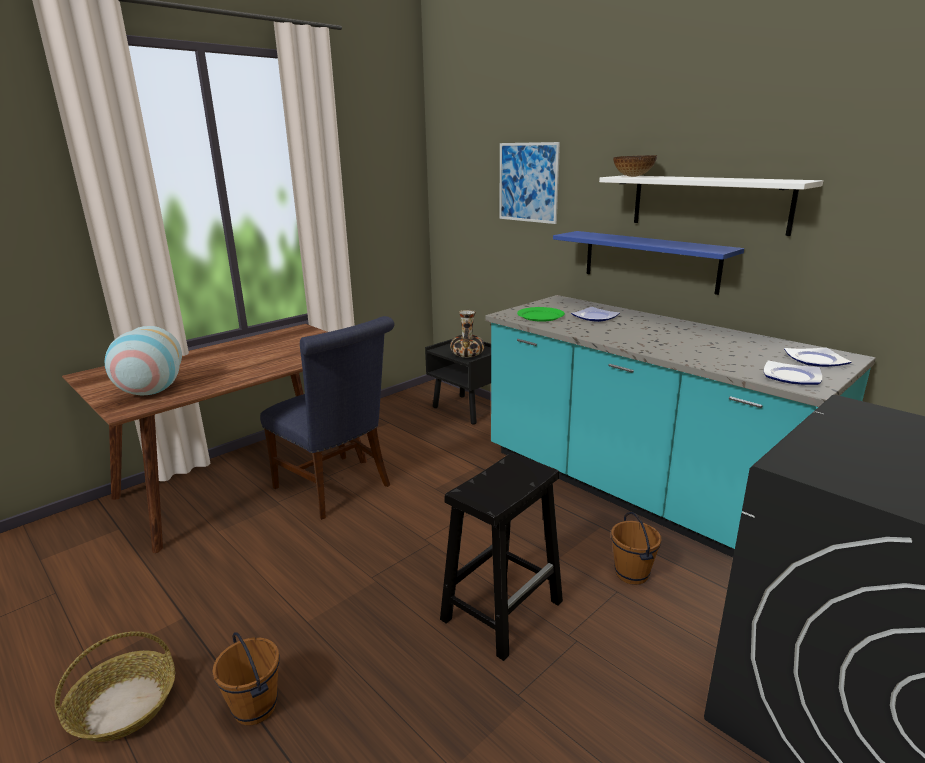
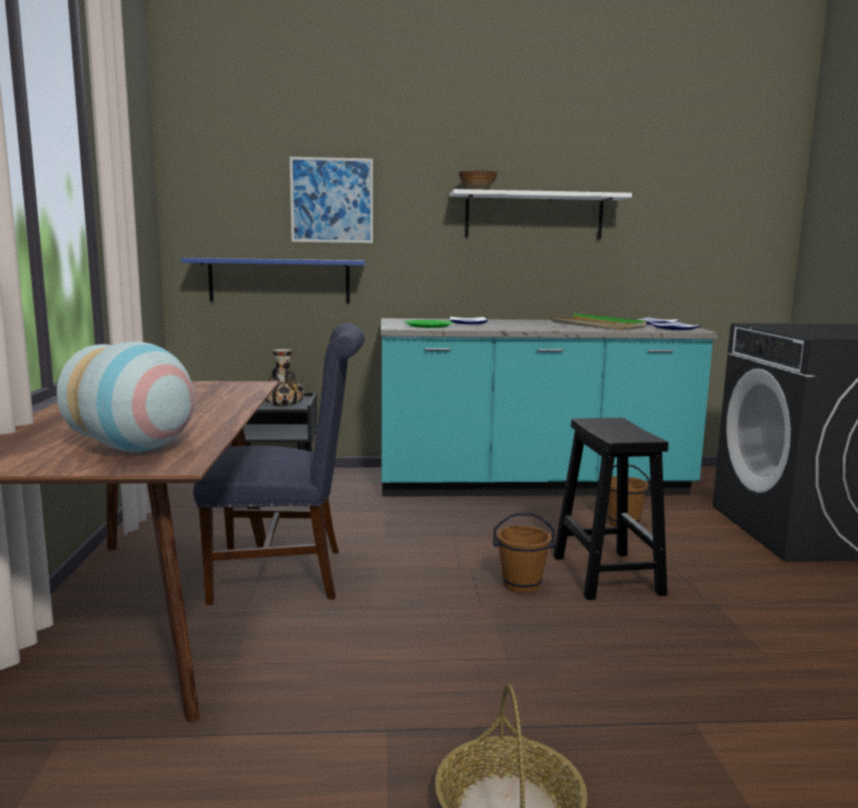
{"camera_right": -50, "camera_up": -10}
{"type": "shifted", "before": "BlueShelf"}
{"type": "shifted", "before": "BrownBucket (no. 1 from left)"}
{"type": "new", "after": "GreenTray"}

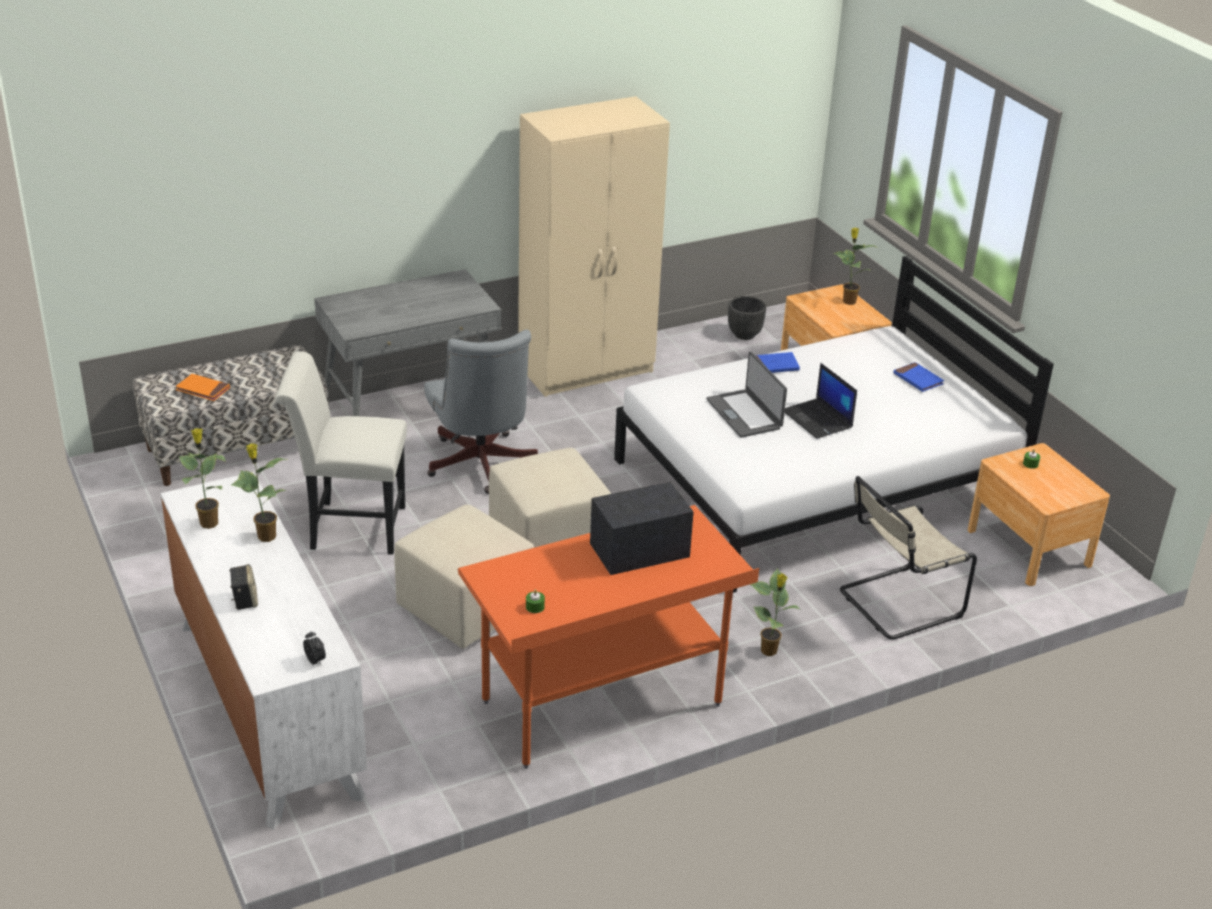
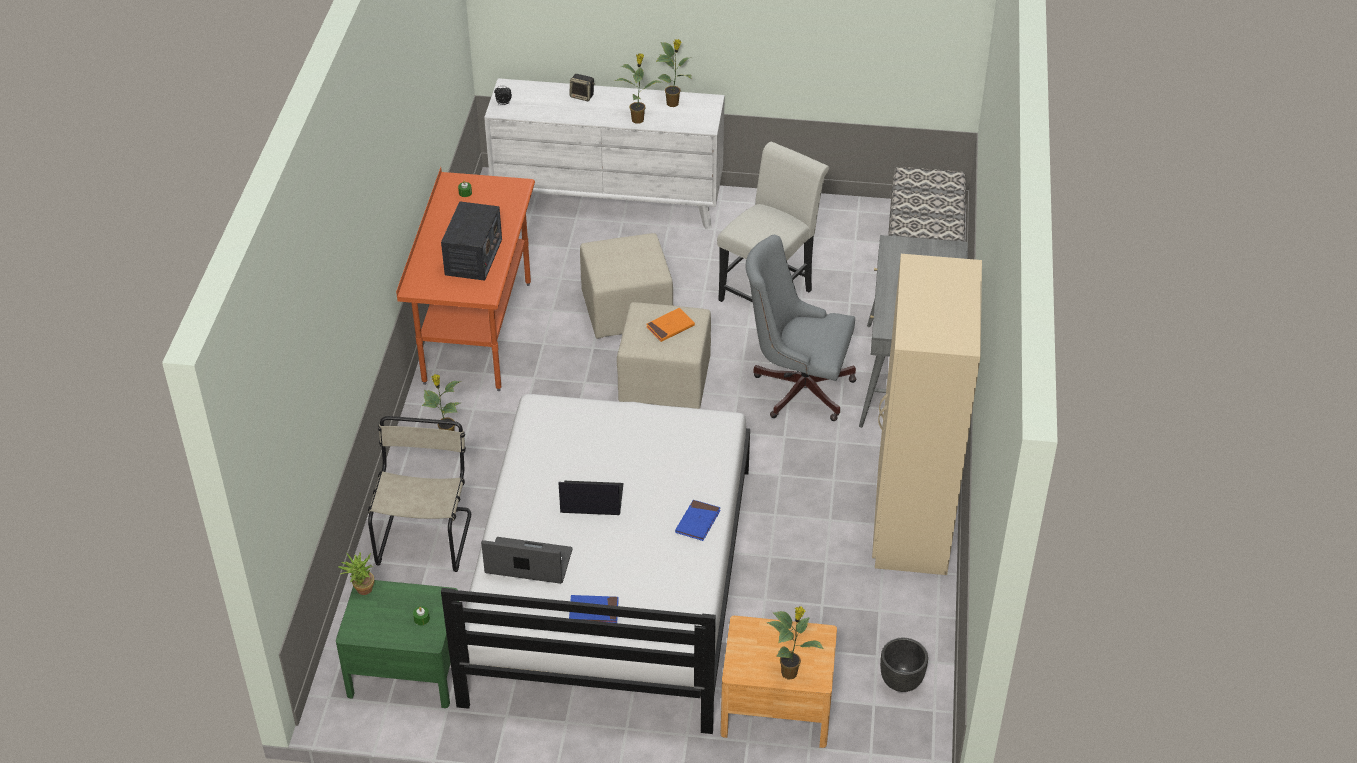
{"camera_right": 125, "camera_up": 10}
{"type": "shifted", "before": "Laptop (no. 1 from left)"}
{"type": "shifted", "before": "OrangeBook"}
{"type": "repainted", "before": "BrownNightstand (no. 2 from left)", "after": "GreenNightstand"}
{"type": "new", "after": "PottedPlant (no. 1 from left)"}

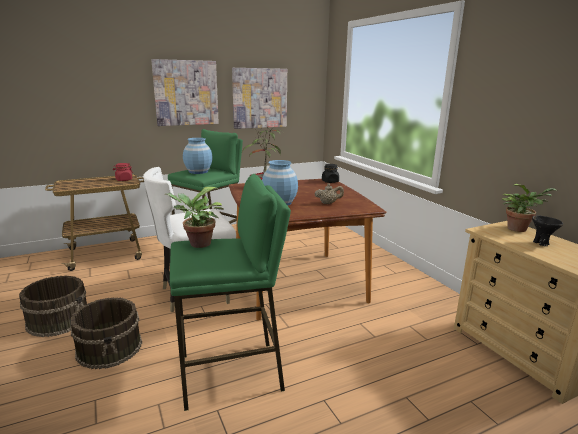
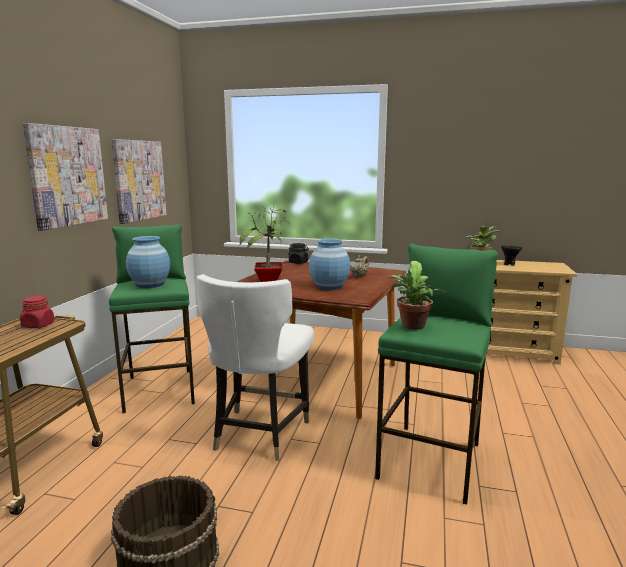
{"camera_right": -50, "camera_up": -5}
{"type": "gone", "before": "BrownBucket (no. 2 from left)"}

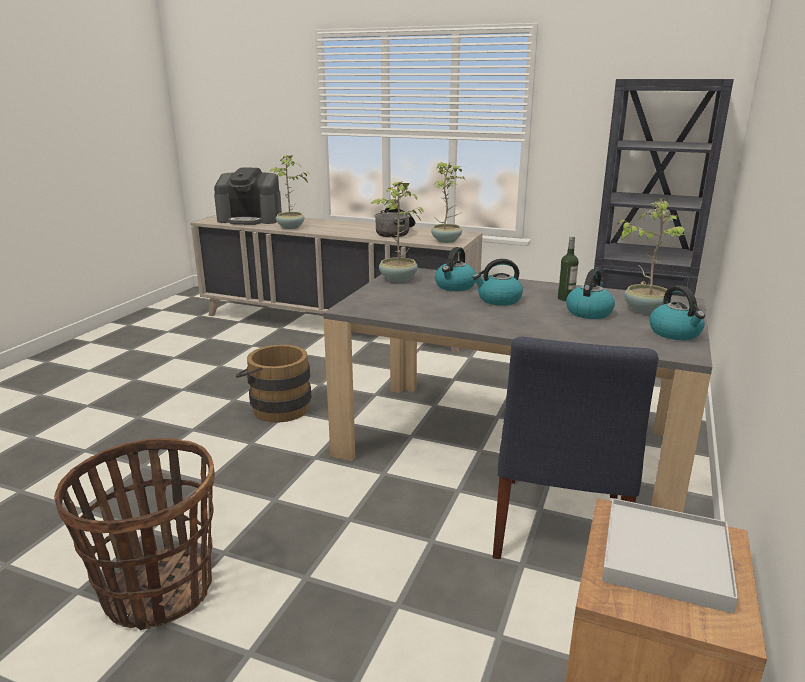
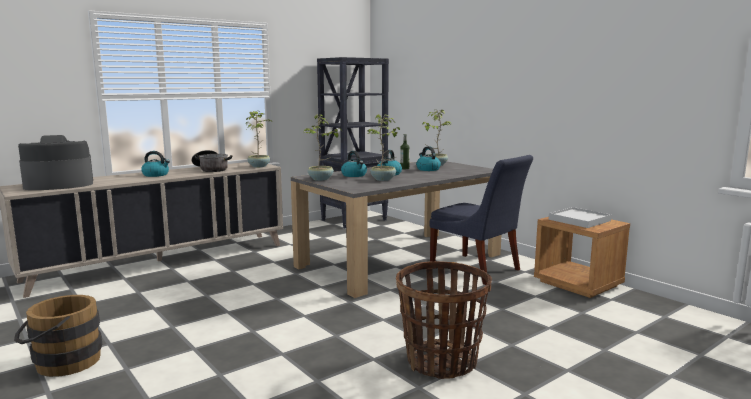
{"camera_right": -60, "camera_up": -10}
{"type": "shifted", "before": "PottedPlant (no. 1 from left in the first image)", "after": "PottedPlant (no. 3 from left)"}
{"type": "rotated", "before": "CoffeeMachine", "turn": -150}
{"type": "shifted", "before": "Kettle (no. 4 from left in the first image)", "after": "Kettle (no. 1 from left)"}
{"type": "shifted", "before": "BrownBucket"}

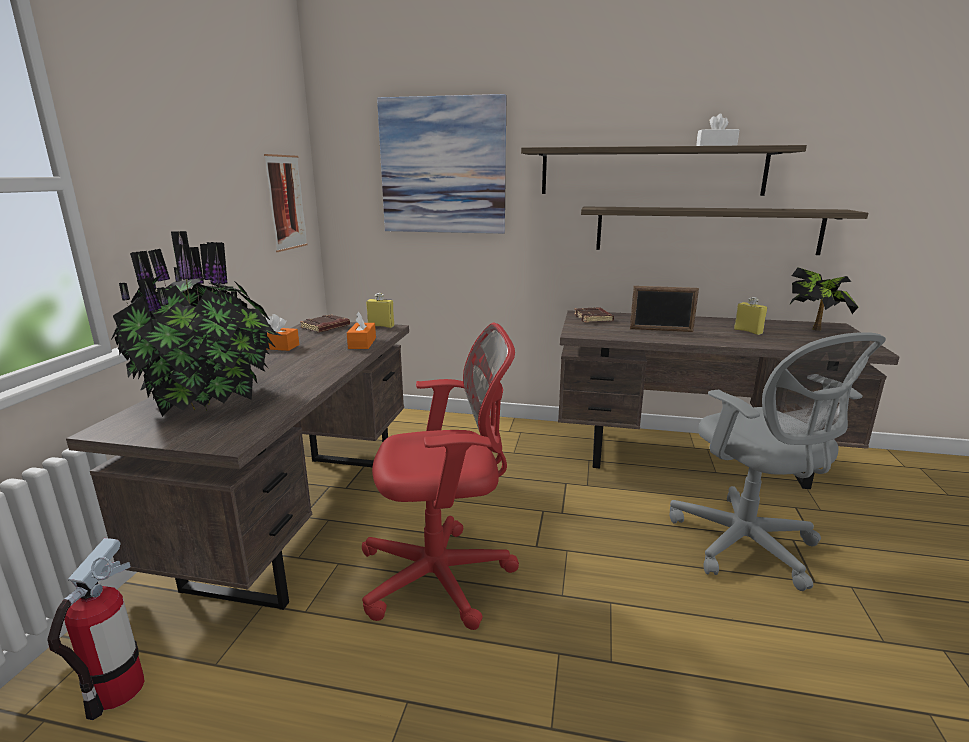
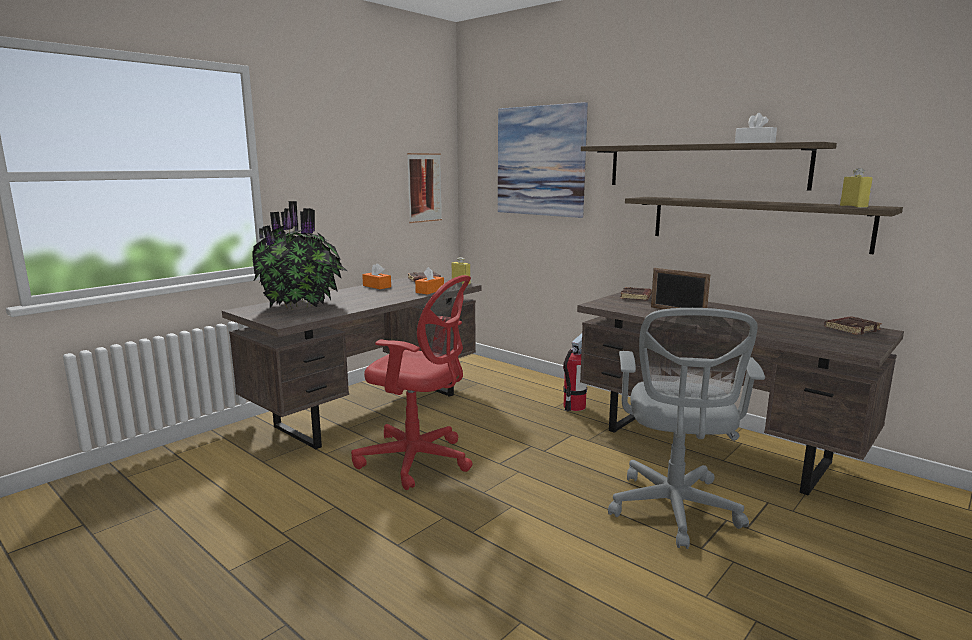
{"camera_right": 30, "camera_up": -5}
{"type": "swapped", "before": "PottedPlant (no. 2 from left)", "after": "BrownBook (no. 3 from left)"}
{"type": "shifted", "before": "YellowBottle (no. 2 from left)"}
{"type": "shifted", "before": "FireExtinguisher"}

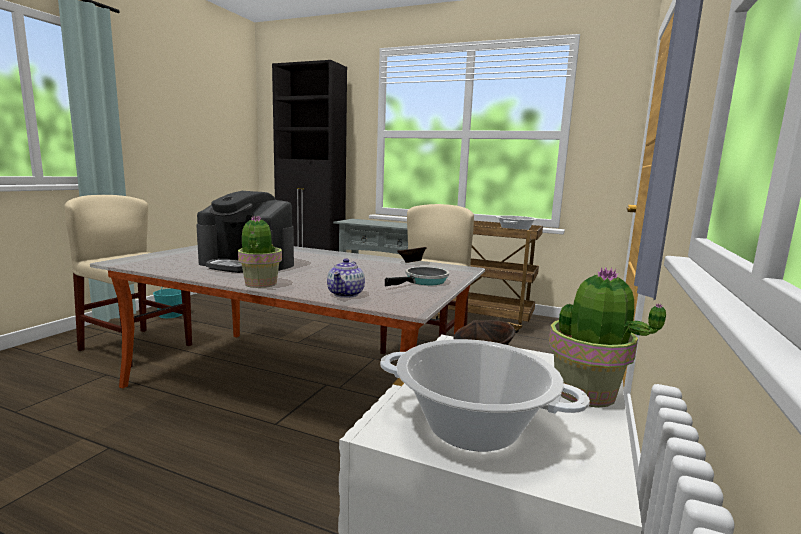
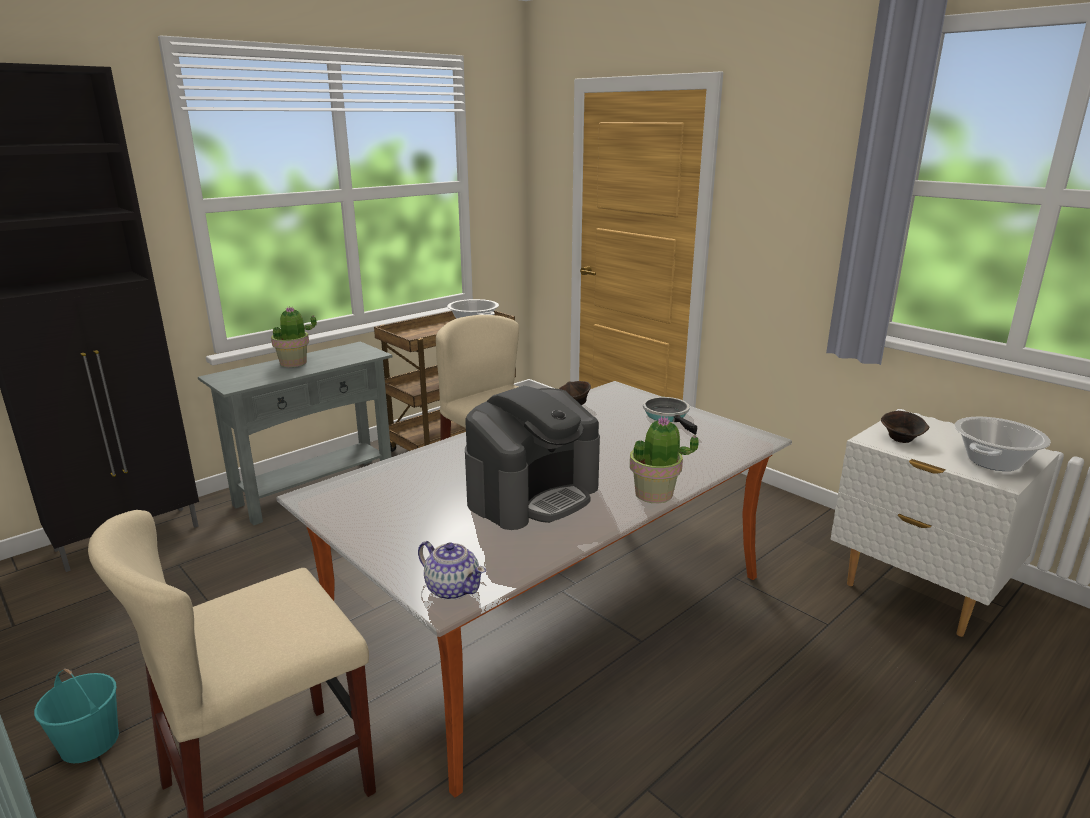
{"camera_right": -65, "camera_up": 10}
{"type": "shifted", "before": "Teapot"}
{"type": "shifted", "before": "PottedPlant (no. 2 from left in the first image)", "after": "PottedPlant (no. 1 from left)"}

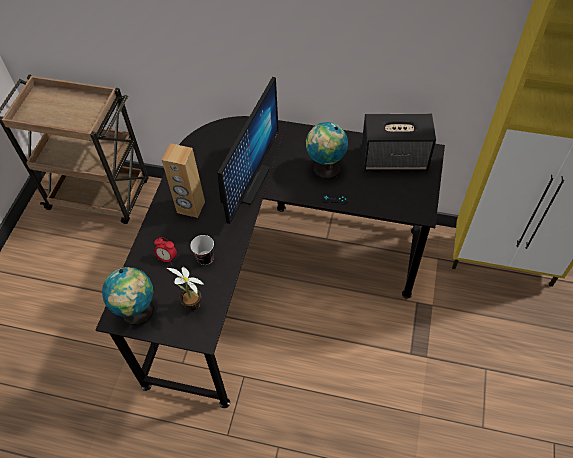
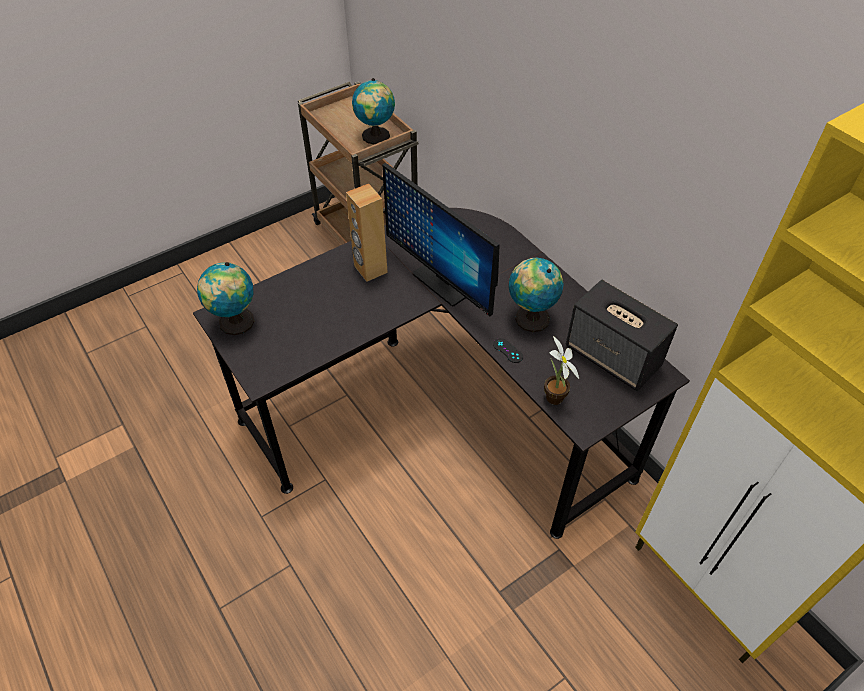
{"camera_right": 40, "camera_up": -5}
{"type": "rotated", "before": "Monitor", "turn": 75}
{"type": "gone", "before": "Cup"}
{"type": "gone", "before": "AlarmClock"}
{"type": "shifted", "before": "PottedPlant"}
{"type": "new", "after": "Globe (no. 2 from left)"}

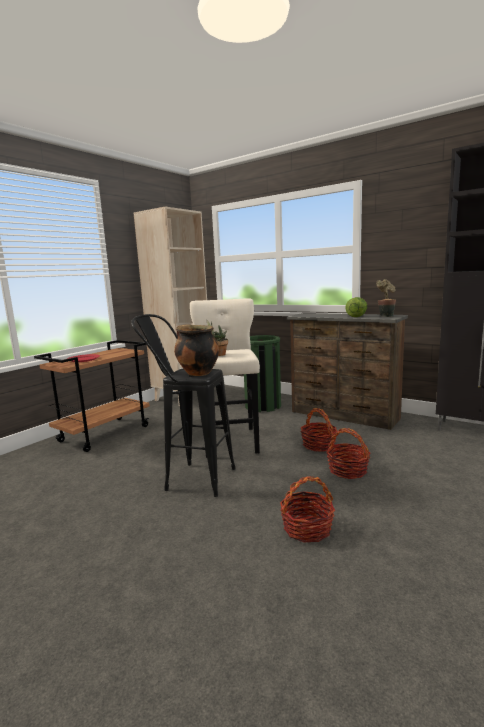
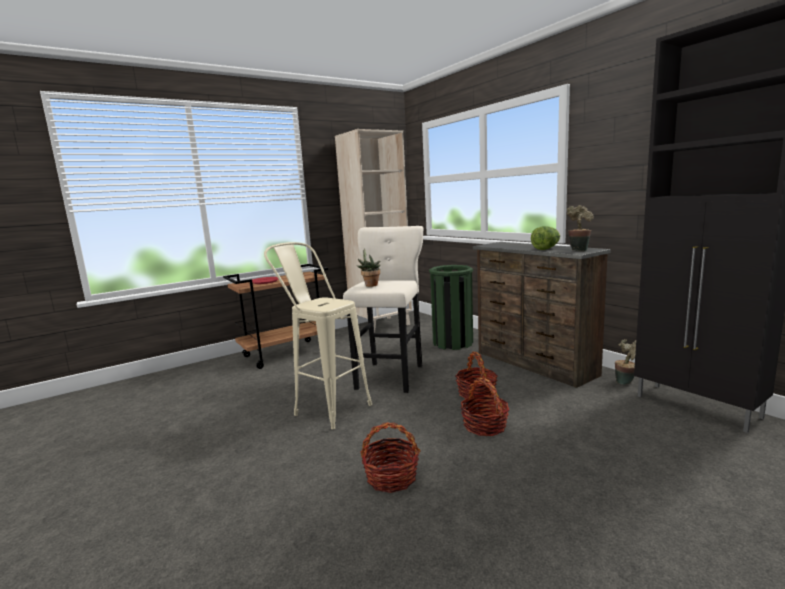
{"camera_right": 20, "camera_up": 0}
{"type": "repainted", "before": "BlackStool", "after": "BeigeStool (no. 1 from left)"}
{"type": "gone", "before": "CookingPot"}
{"type": "new", "after": "PottedPlant (no. 3 from left)"}

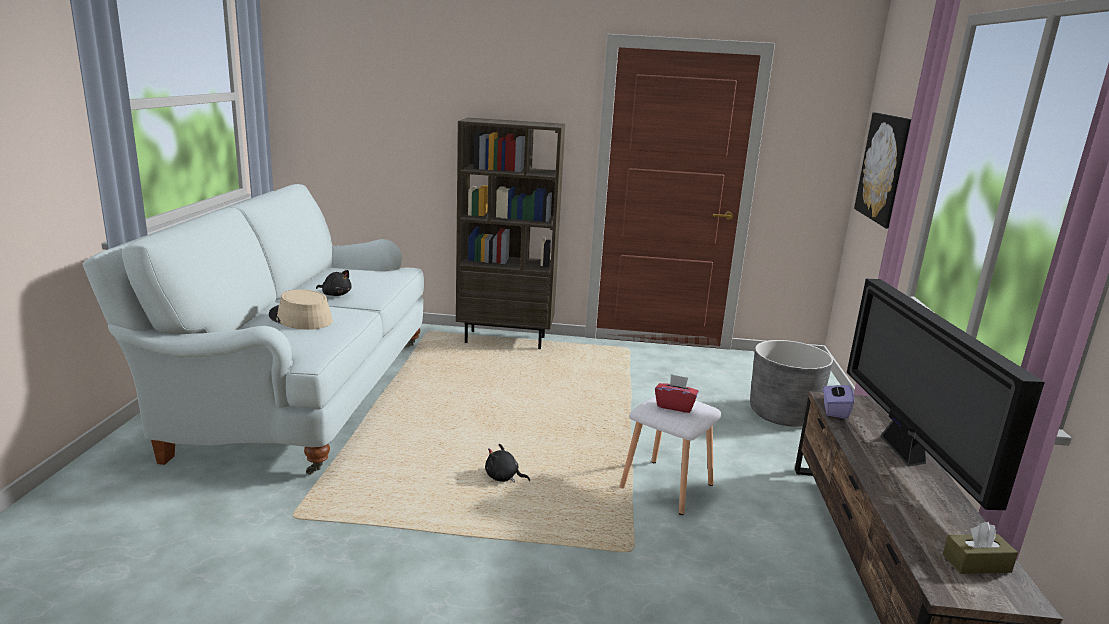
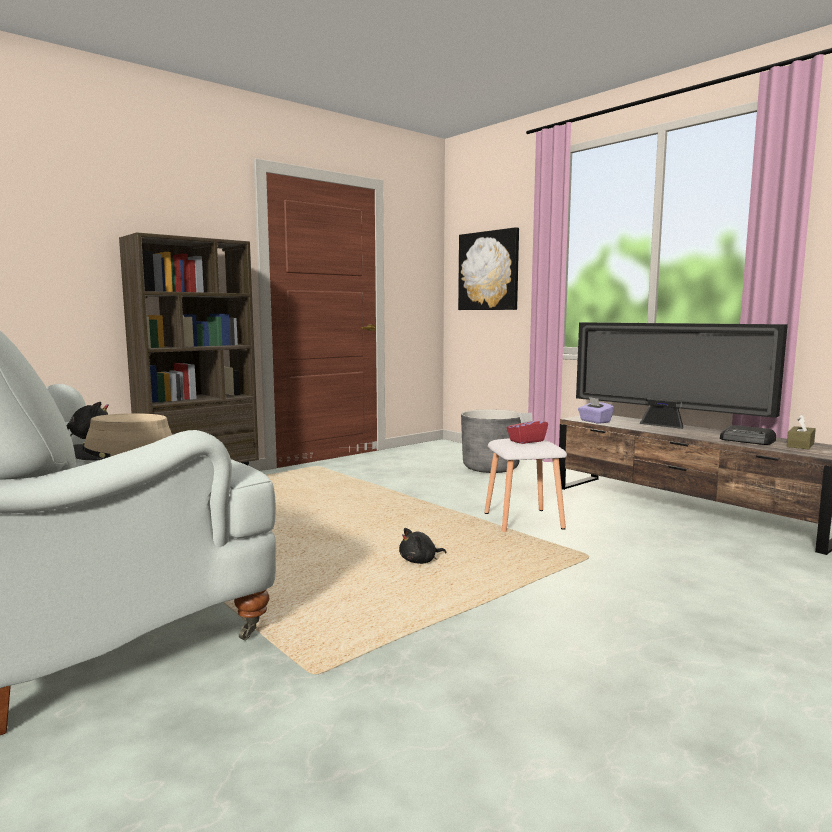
{"camera_right": -45, "camera_up": -10}
{"type": "new", "after": "Radio"}

